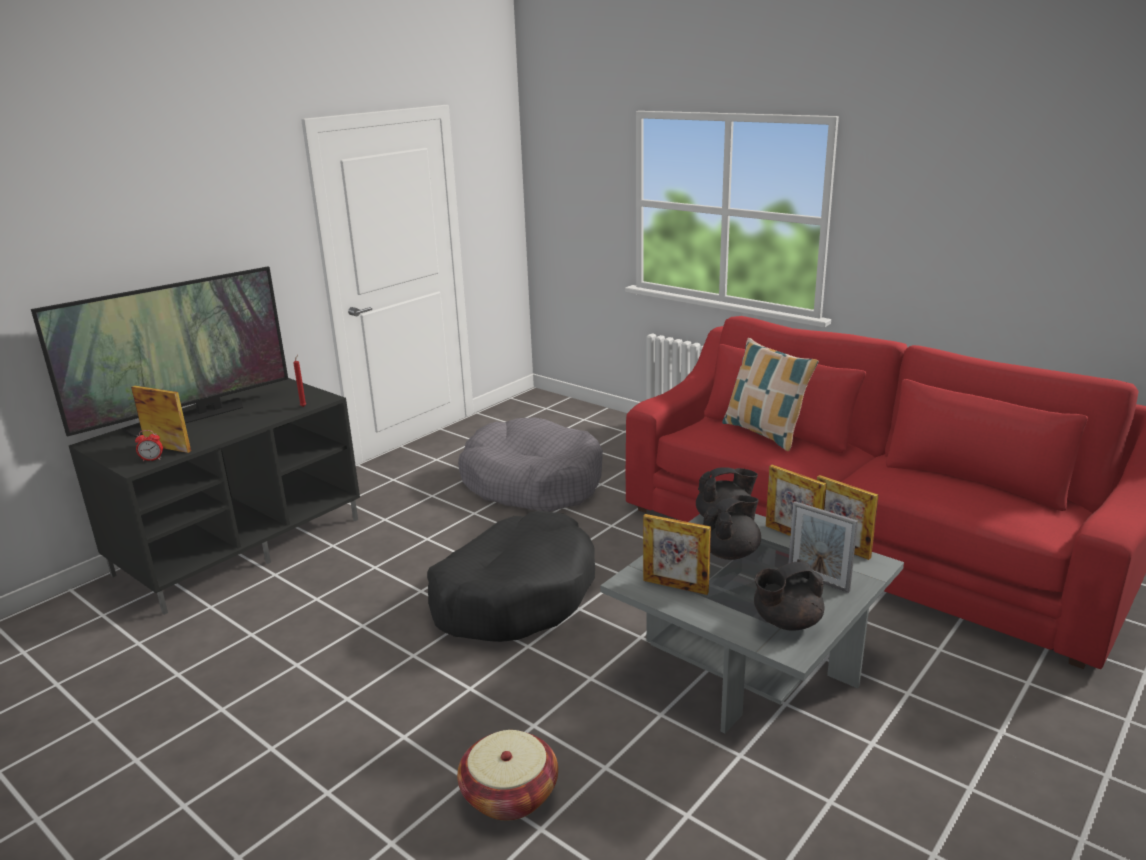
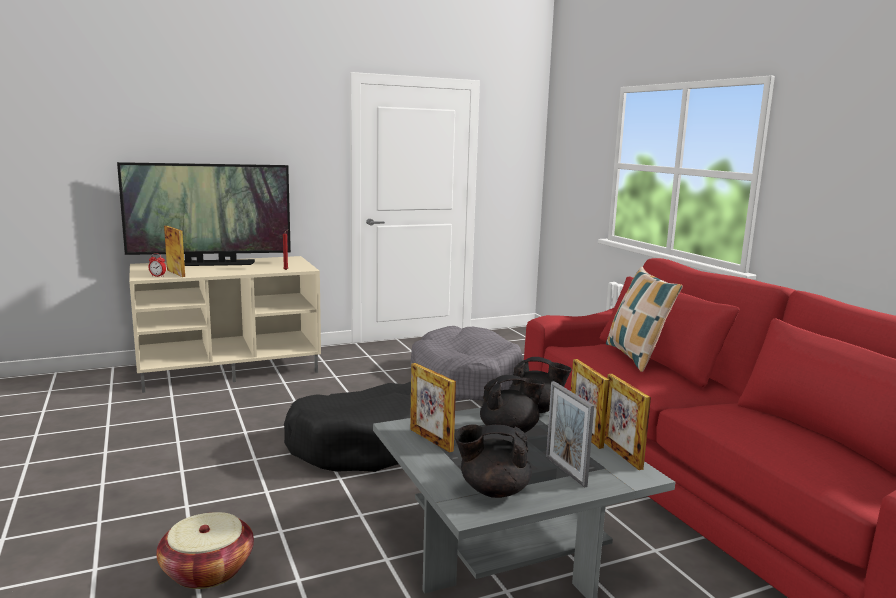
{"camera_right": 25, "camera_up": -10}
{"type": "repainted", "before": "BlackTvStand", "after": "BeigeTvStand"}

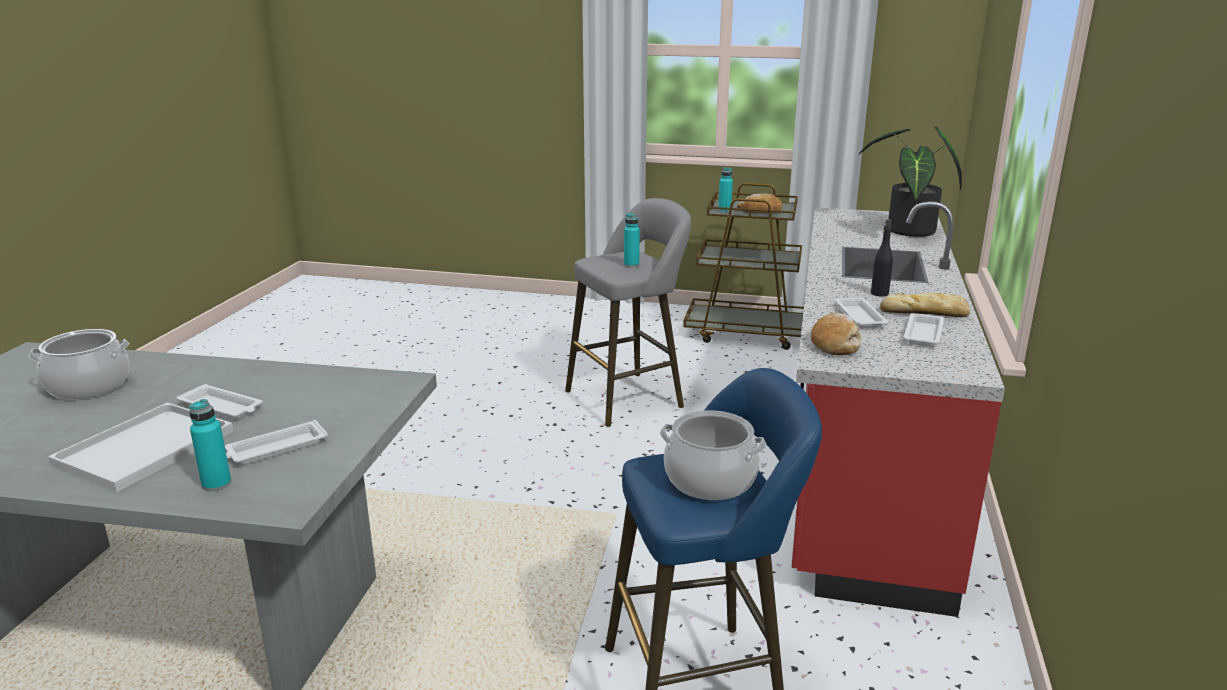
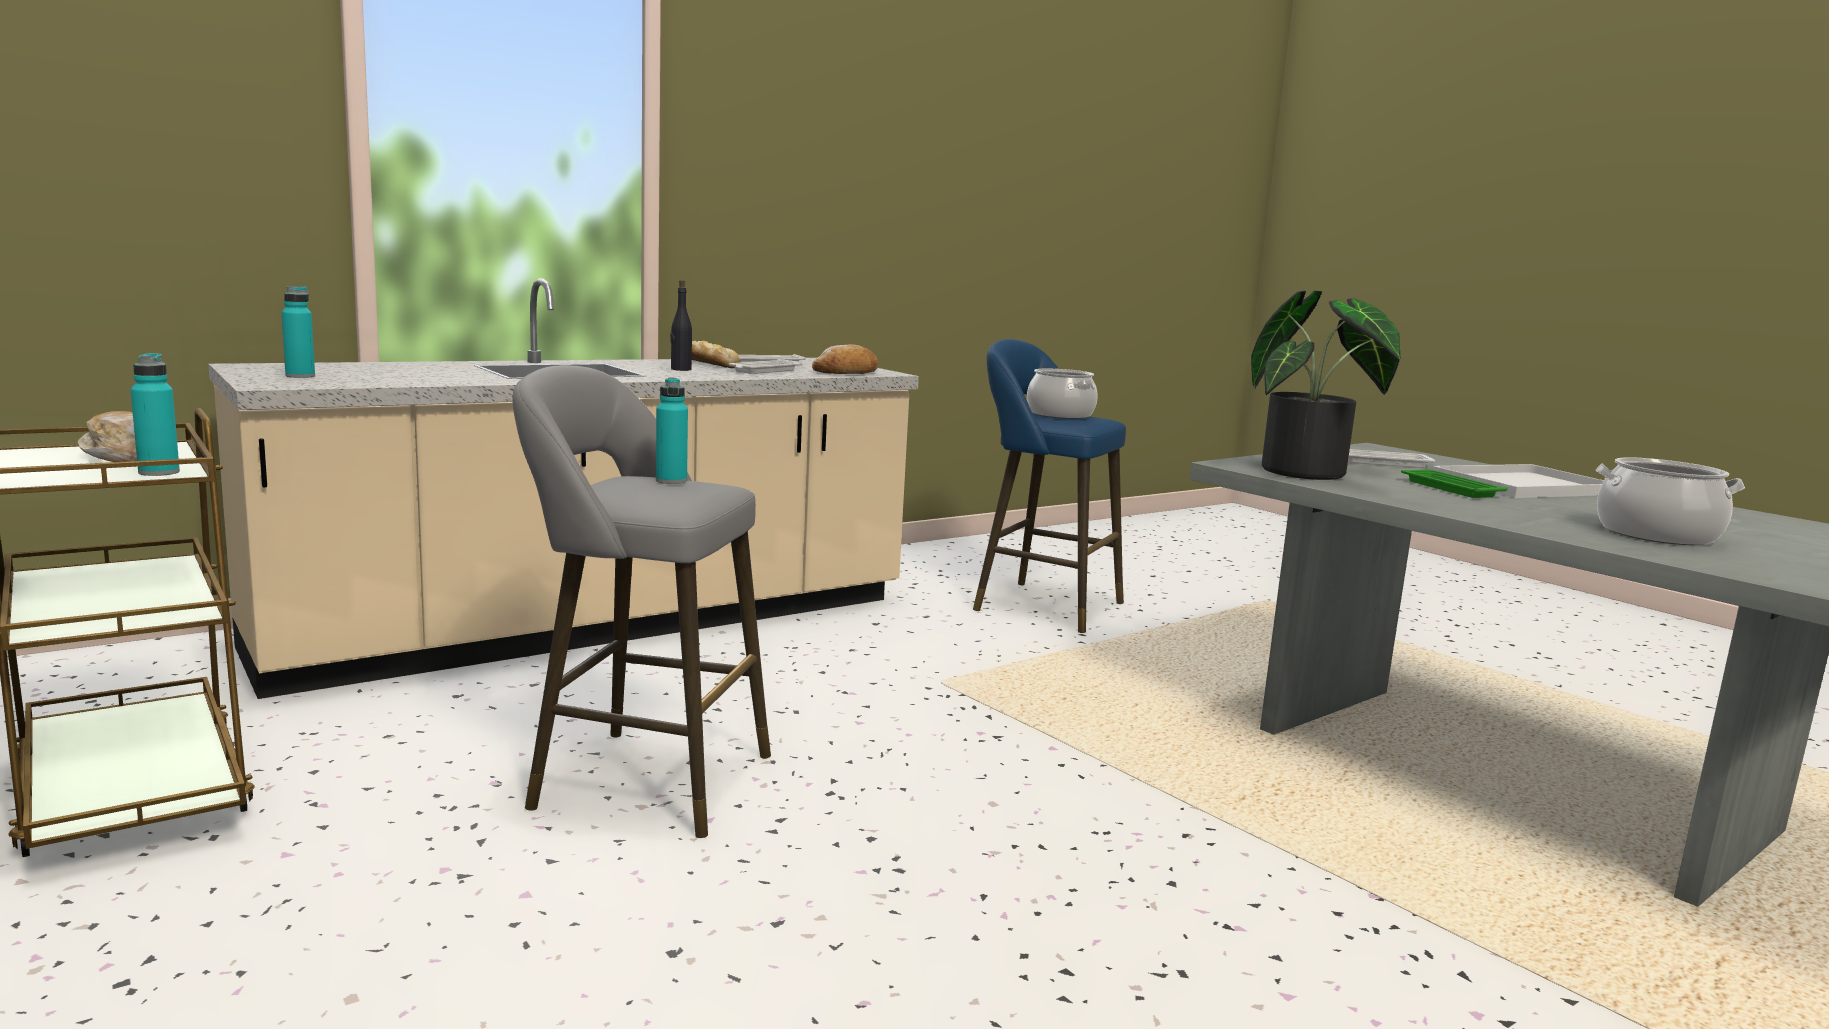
{"camera_right": -140, "camera_up": -10}
{"type": "shifted", "before": "PottedPlant"}
{"type": "repainted", "before": "RedCounter", "after": "BeigeCounter"}
{"type": "repainted", "before": "WhiteTray (no. 2 from left)", "after": "GreenTray"}
{"type": "shifted", "before": "TurquoiseBottle (no. 1 from left in the first image)", "after": "TurquoiseBottle (no. 2 from left)"}

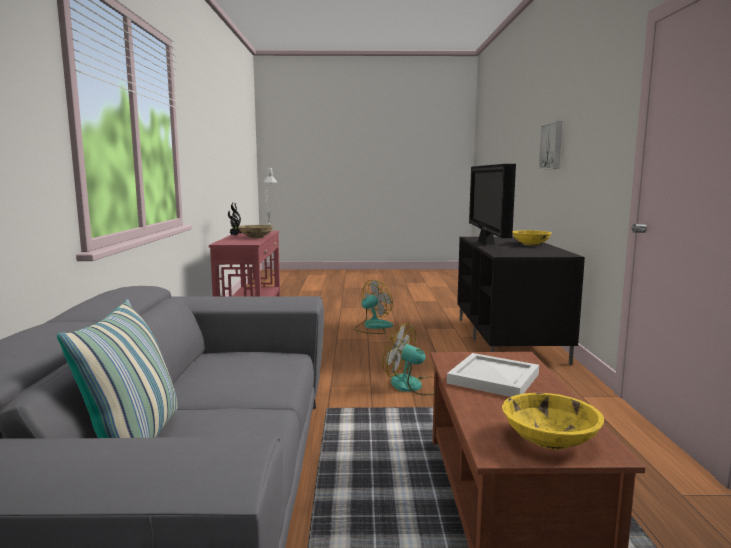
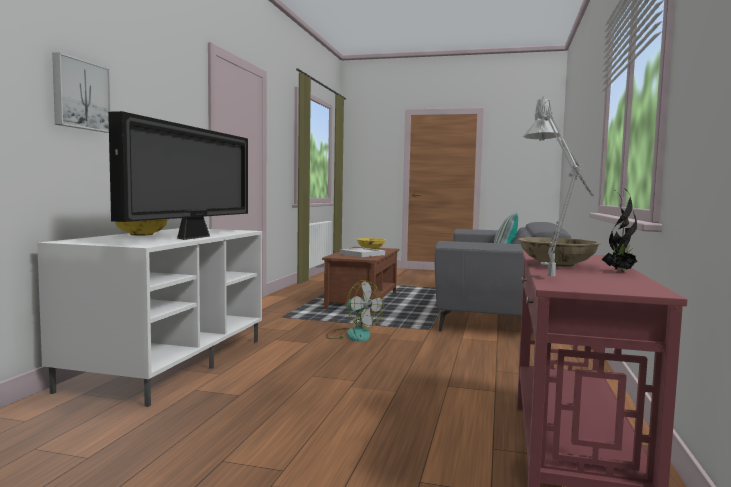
{"camera_right": -165, "camera_up": -5}
{"type": "repainted", "before": "BlackTvStand", "after": "WhiteTvStand"}
{"type": "gone", "before": "Fan (no. 1 from left)"}

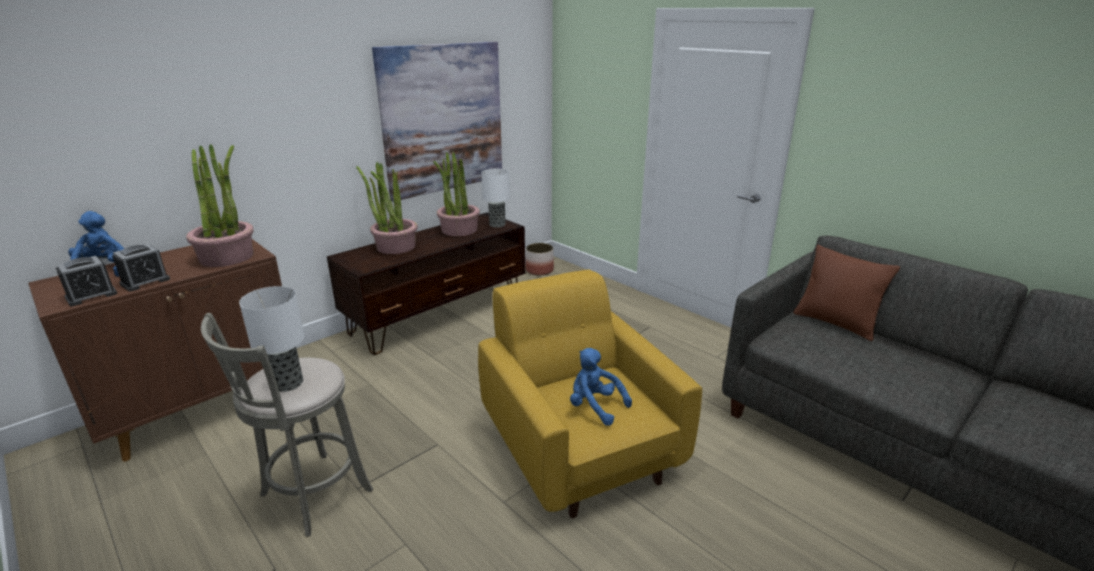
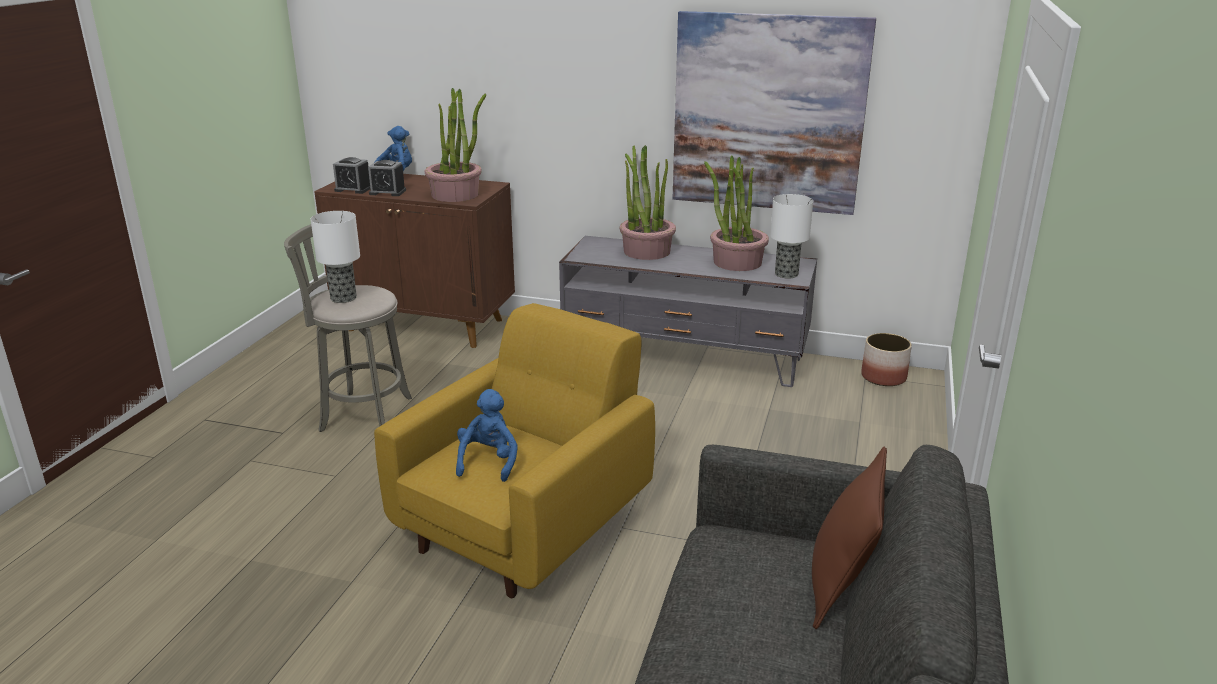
{"camera_right": 60, "camera_up": 0}
{"type": "repainted", "before": "BrownTvStand", "after": "GreyTvStand"}

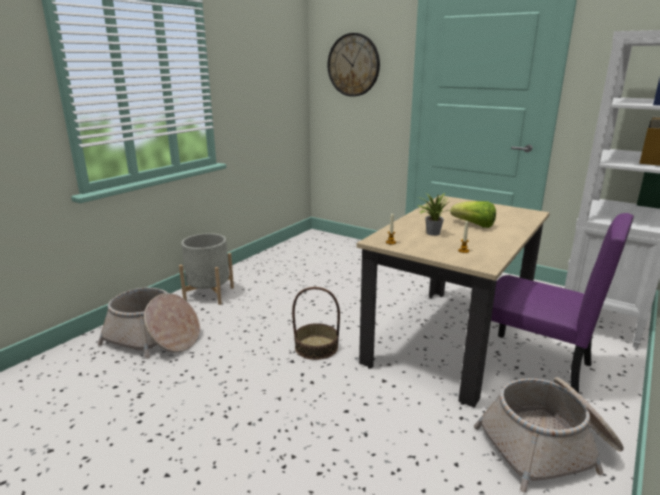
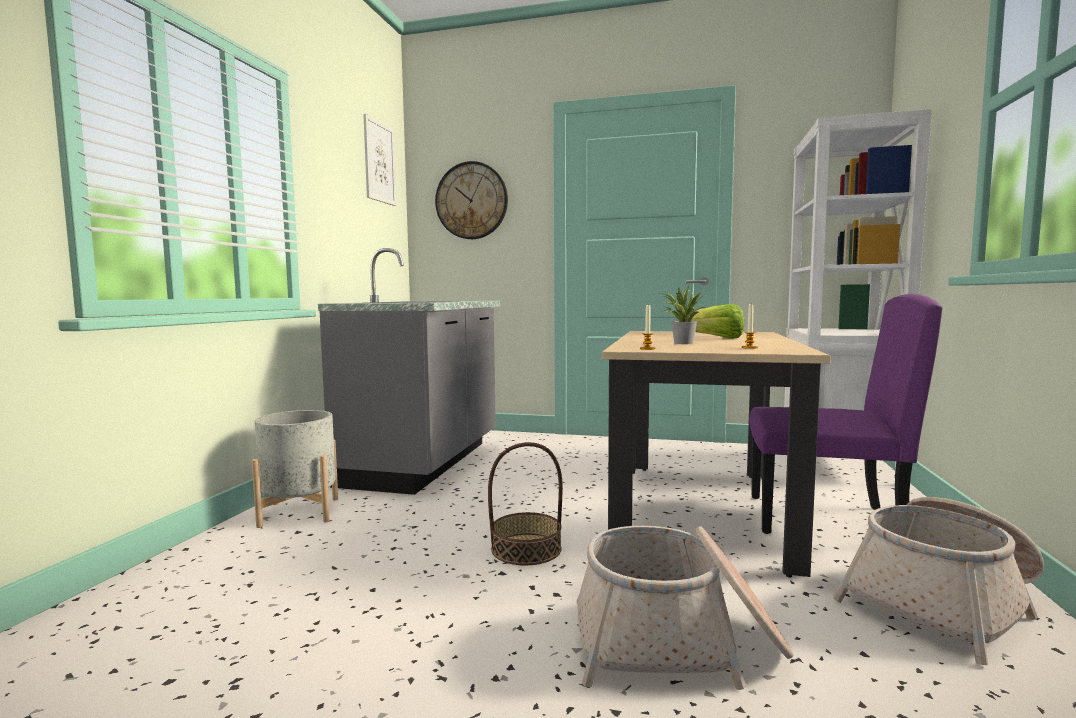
{"camera_right": -20, "camera_up": -15}
{"type": "shifted", "before": "Basket (no. 1 from left in the first image)", "after": "Basket (no. 2 from left)"}
{"type": "new", "after": "Picture"}
{"type": "new", "after": "GreyCounter"}

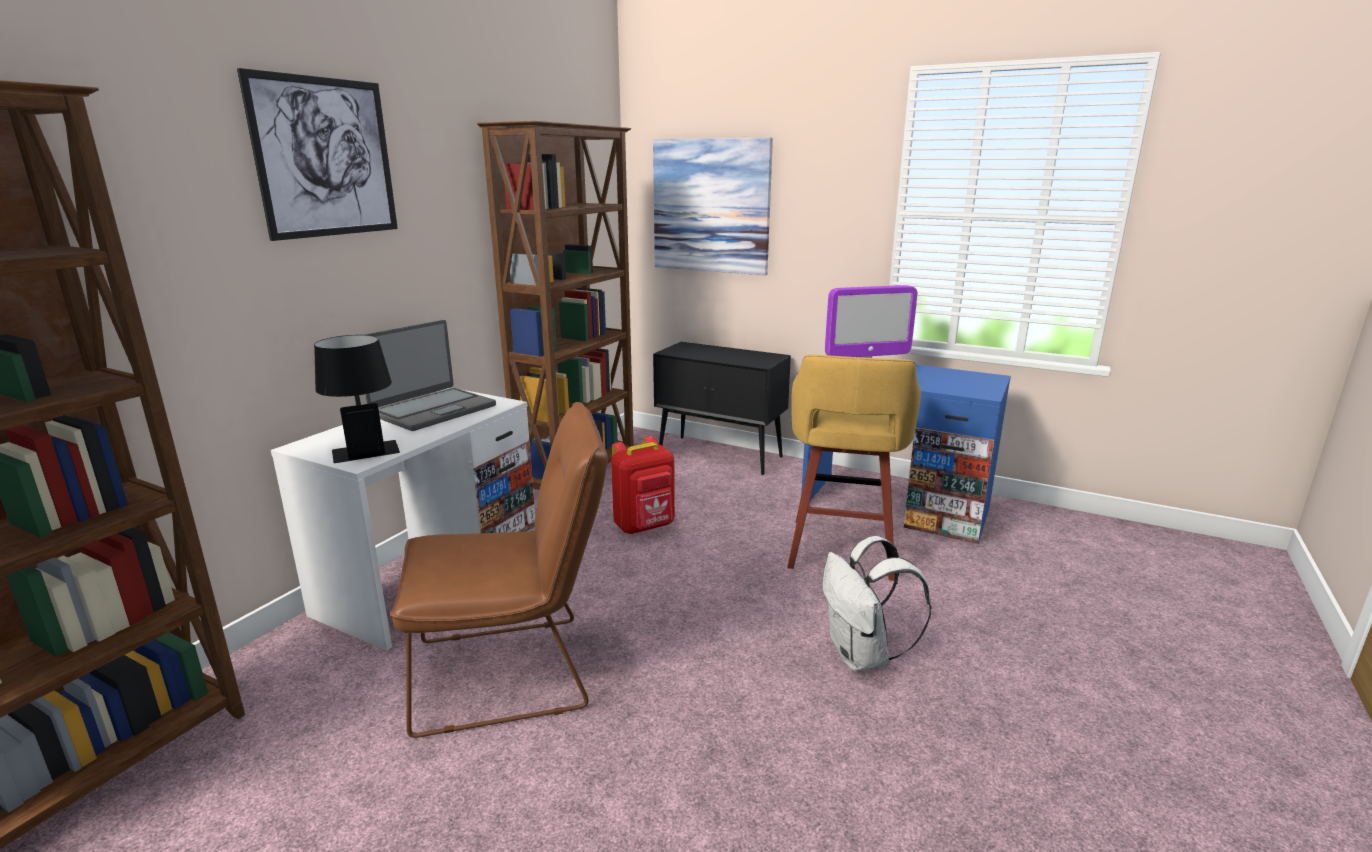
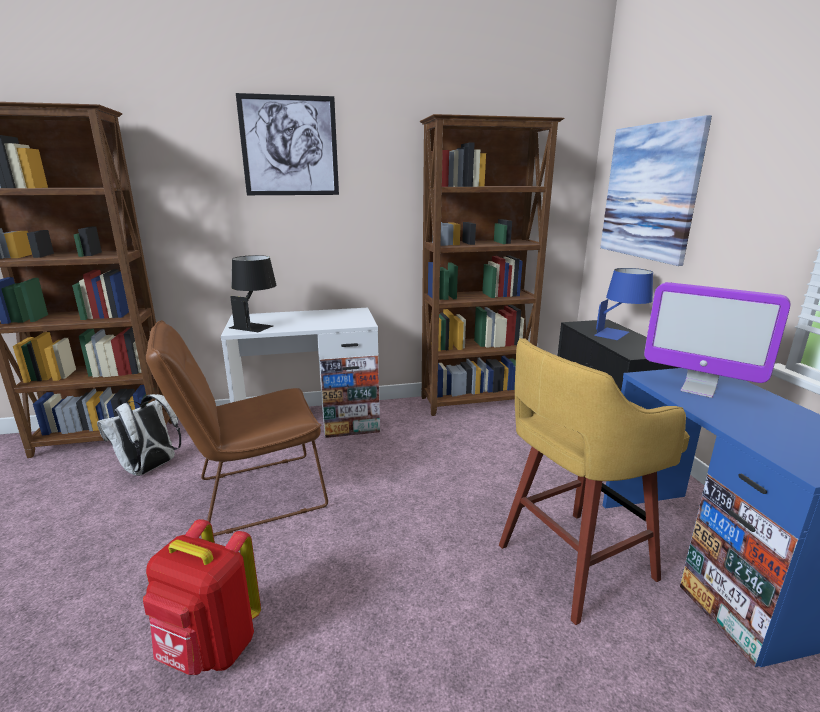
{"camera_right": 50, "camera_up": 0}
{"type": "gone", "before": "Laptop"}
{"type": "rotated", "before": "BrownChair", "turn": 120}
{"type": "shifted", "before": "RedBackpack"}
{"type": "shifted", "before": "WhiteBackpack"}
{"type": "new", "after": "BlueTableLamp"}

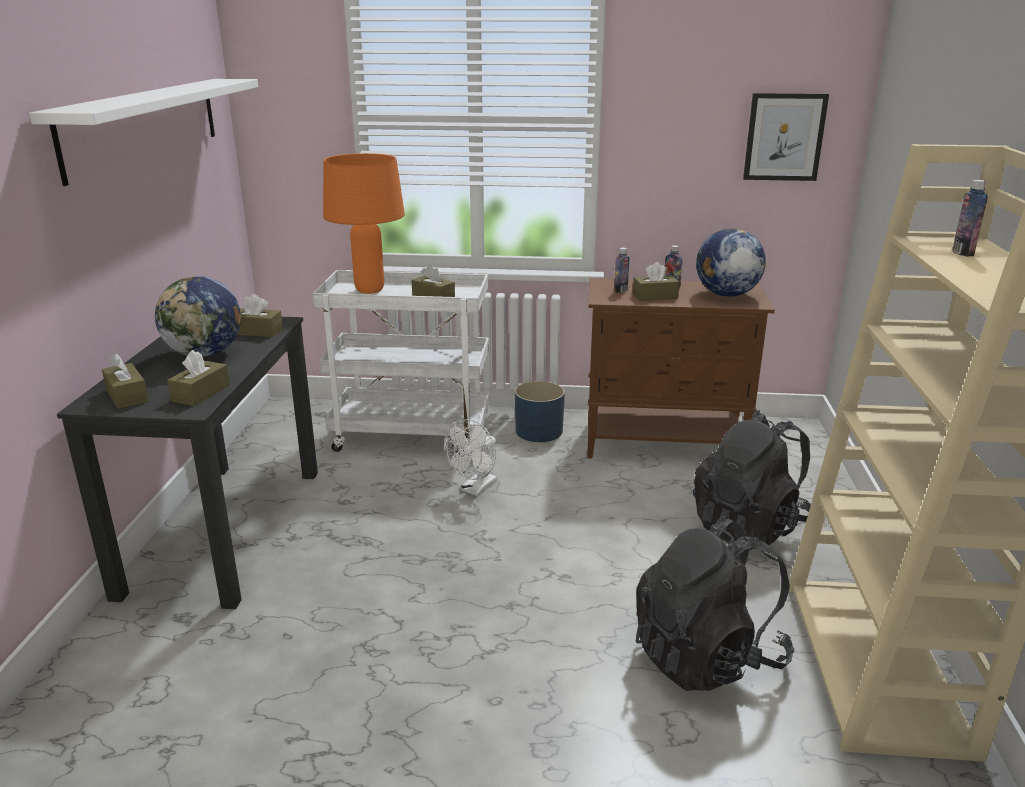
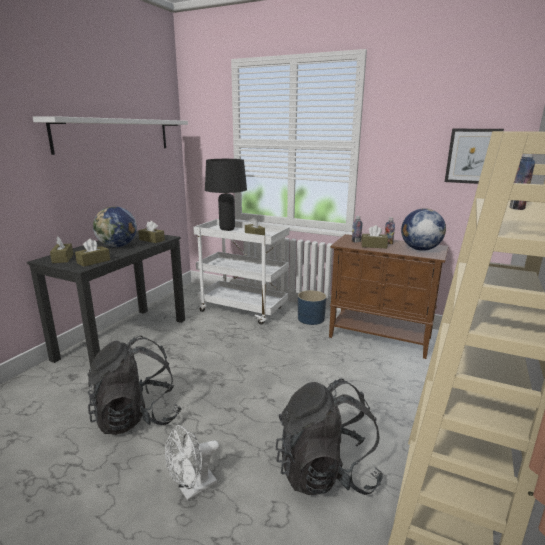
{"camera_right": 20, "camera_up": -5}
{"type": "repainted", "before": "OrangeTableLamp", "after": "BlackTableLamp"}
{"type": "shifted", "before": "BlackBackpack (no. 2 from left in the first image)", "after": "BlackBackpack (no. 1 from left)"}
{"type": "shifted", "before": "WhiteFan"}

